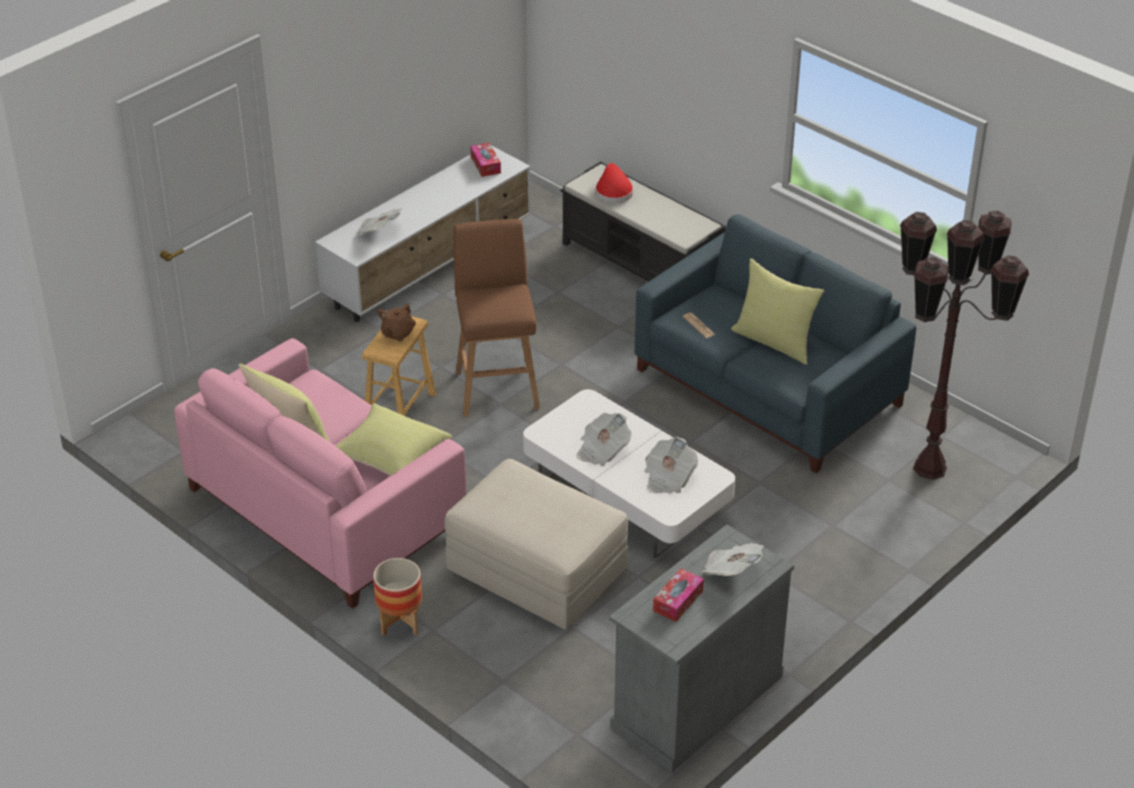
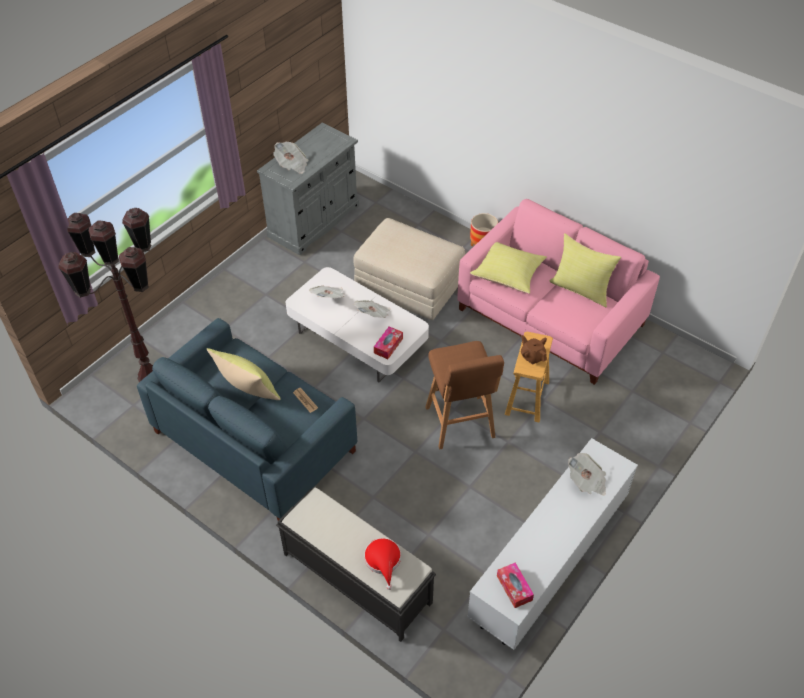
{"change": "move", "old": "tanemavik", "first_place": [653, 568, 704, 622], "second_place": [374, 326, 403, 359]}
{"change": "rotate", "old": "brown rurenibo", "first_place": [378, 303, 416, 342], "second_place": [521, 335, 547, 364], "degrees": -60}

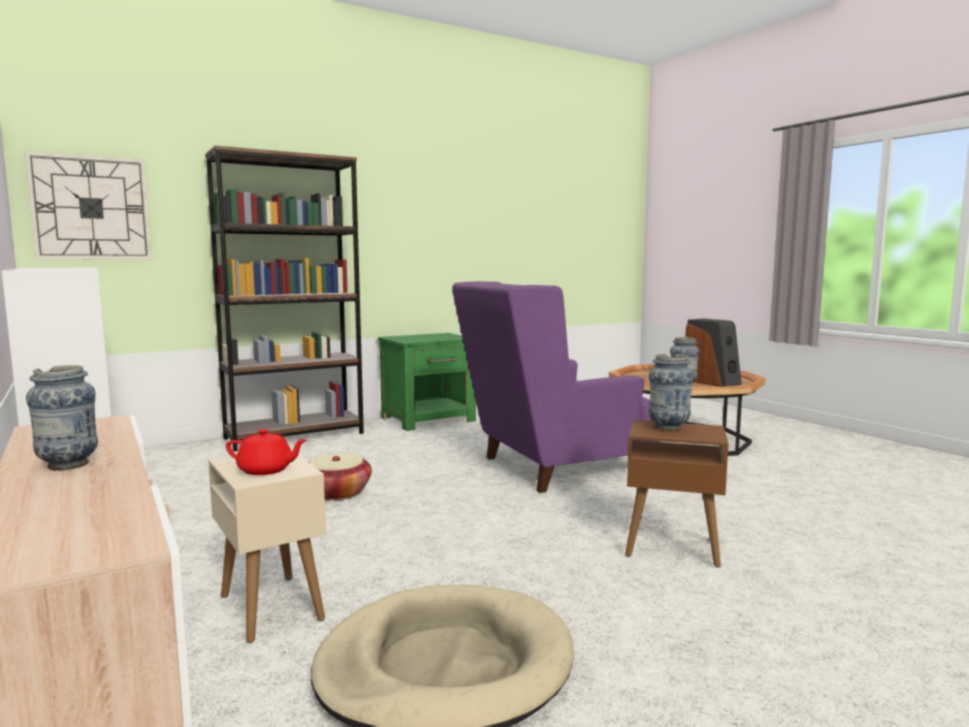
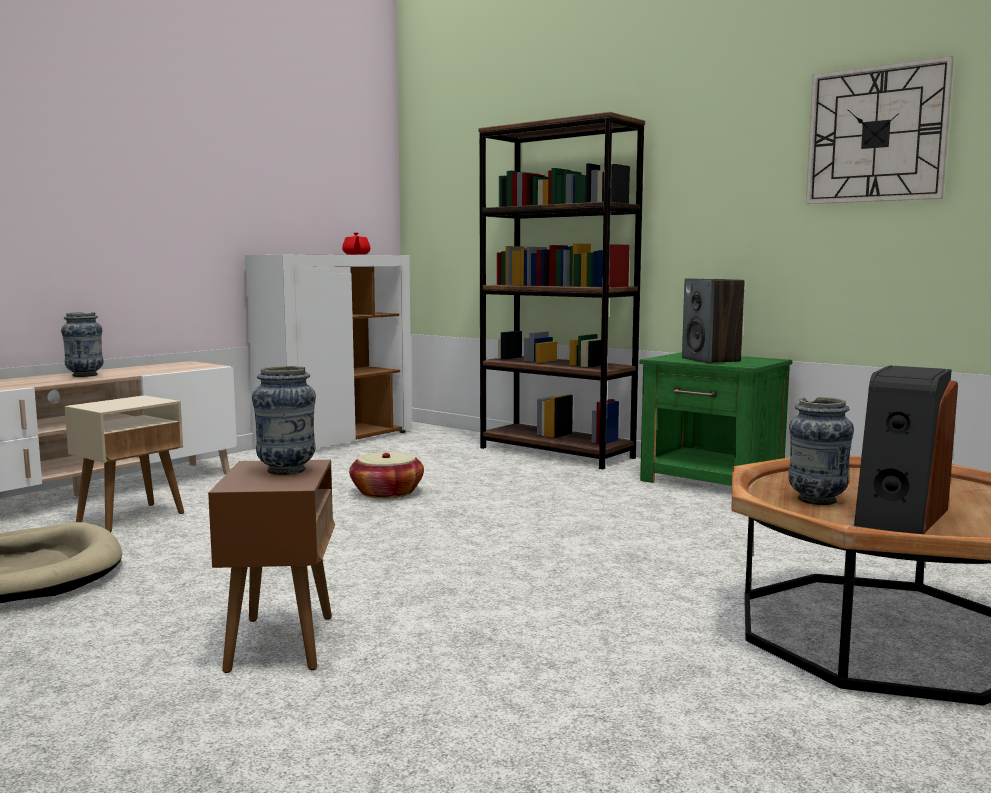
{"change": "move", "old": "red rurenibo", "first_place": [226, 429, 307, 475], "second_place": [342, 232, 370, 255]}
{"change": "insert", "new": "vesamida", "second_place": [682, 278, 745, 363]}
{"change": "move", "old": "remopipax", "first_place": [25, 151, 152, 259], "second_place": [806, 56, 954, 204]}
{"change": "delete", "old": "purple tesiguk", "first_place": [452, 281, 659, 493]}

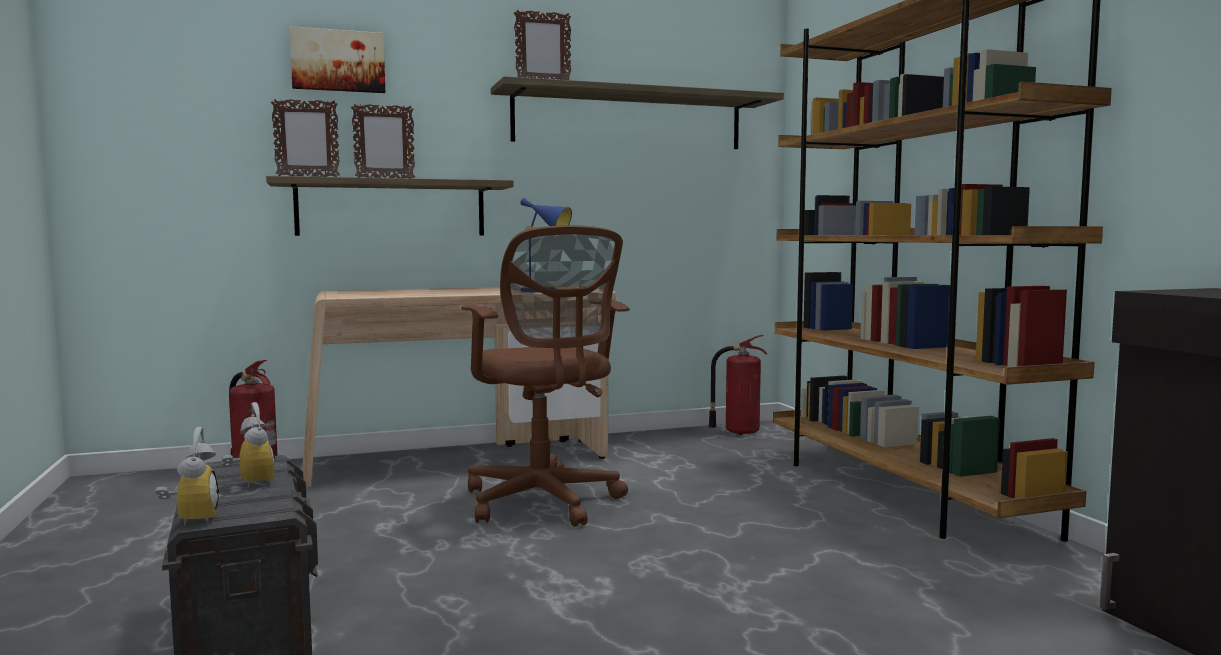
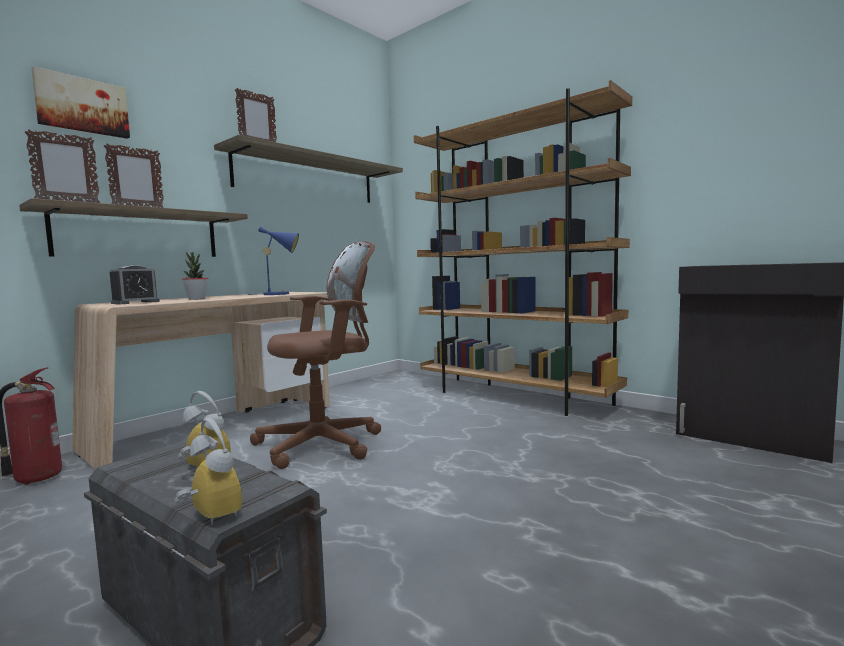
{"change": "insert", "new": "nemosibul", "second_place": [110, 265, 160, 304]}
{"change": "insert", "new": "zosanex", "second_place": [182, 252, 209, 300]}
{"change": "rotate", "old": "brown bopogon", "first_place": [461, 225, 630, 527], "second_place": [250, 241, 381, 469], "degrees": -60}
{"change": "delete", "old": "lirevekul", "first_place": [709, 335, 767, 435]}

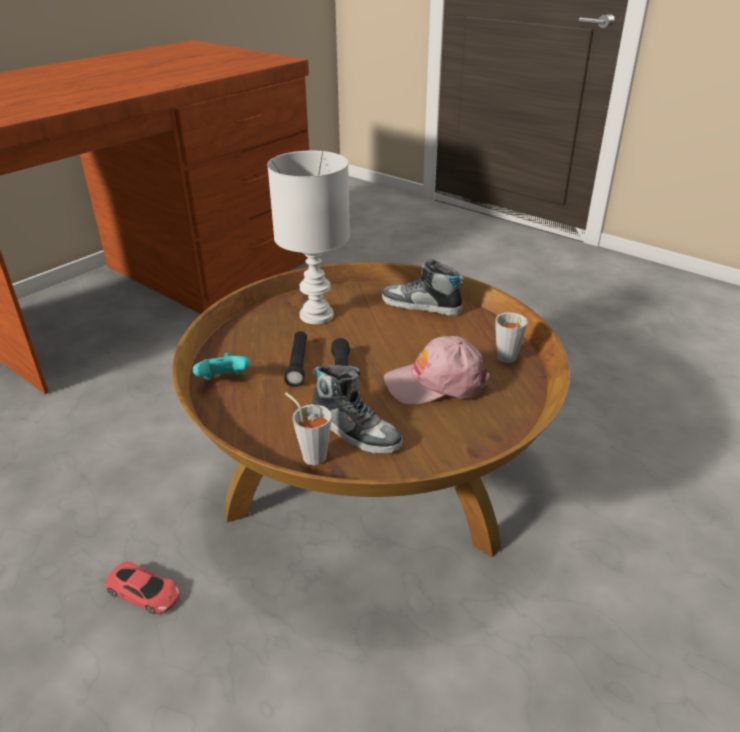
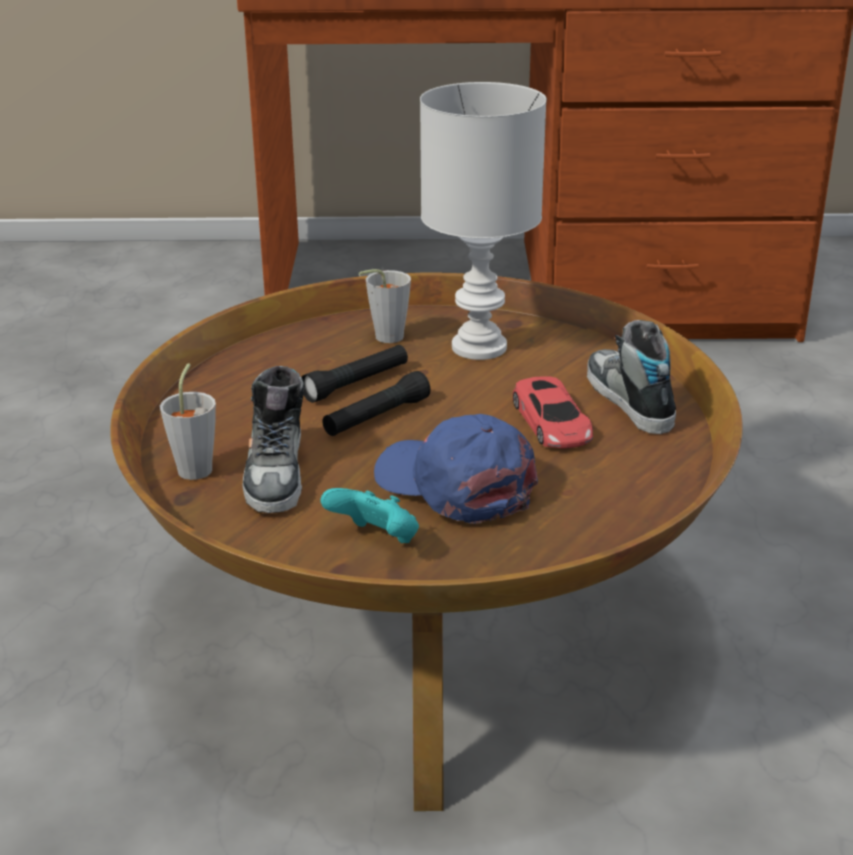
{"change": "move", "old": "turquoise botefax", "first_place": [193, 353, 250, 380], "second_place": [321, 488, 419, 543]}
{"change": "move", "old": "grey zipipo", "first_place": [496, 312, 528, 363], "second_place": [359, 269, 411, 343]}
{"change": "recolor", "old": "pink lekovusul", "new": "blue lekovusul", "first_place": [384, 336, 491, 405], "second_place": [374, 414, 538, 523]}
{"change": "move", "old": "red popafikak", "first_place": [106, 561, 181, 615], "second_place": [513, 376, 593, 448]}

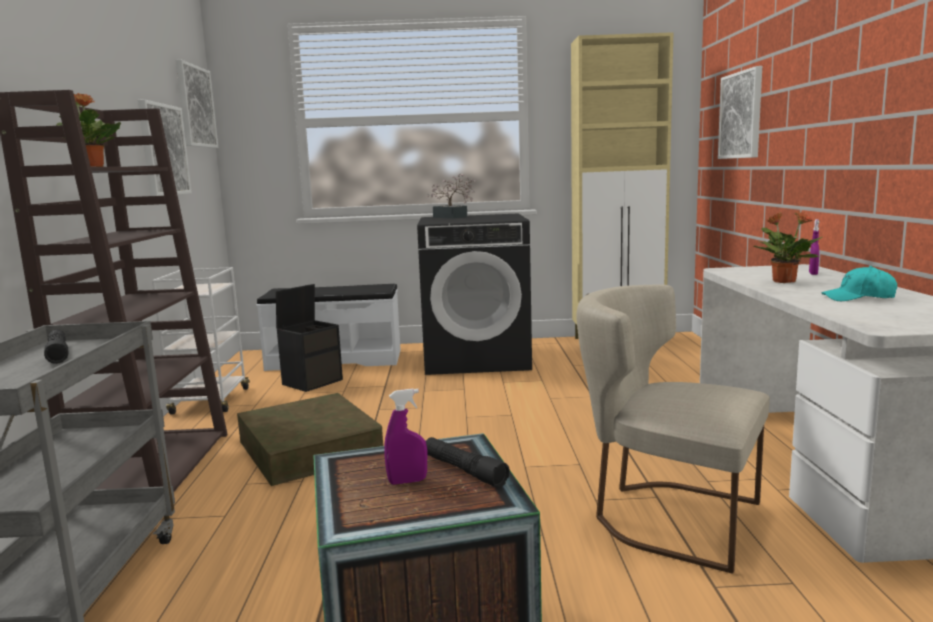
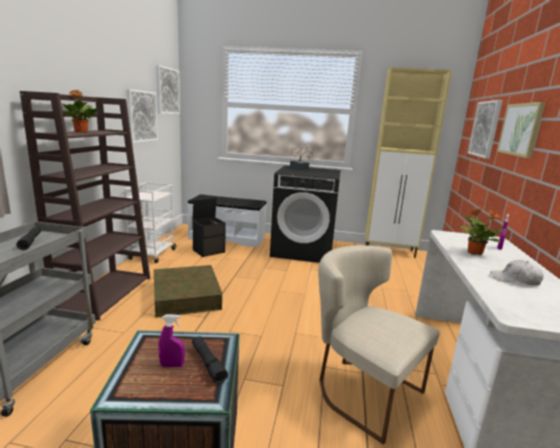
{"change": "recolor", "old": "turquoise lekovusul", "new": "white lekovusul", "first_place": [821, 266, 897, 301], "second_place": [490, 260, 544, 286]}
{"change": "insert", "new": "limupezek", "second_place": [497, 102, 545, 158]}

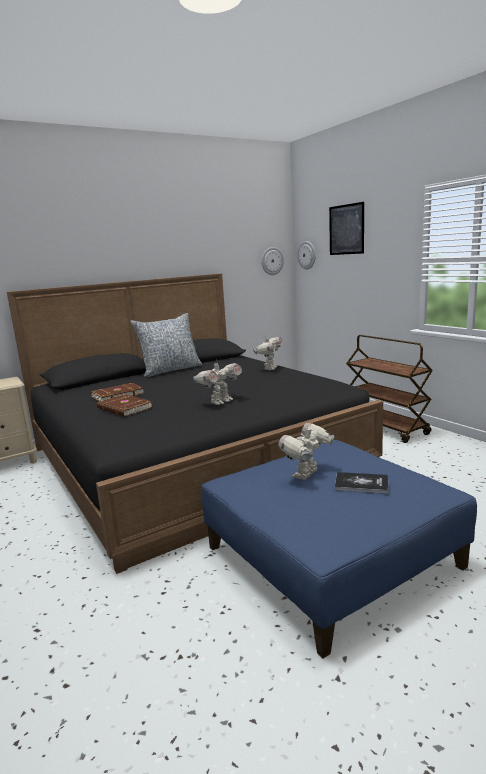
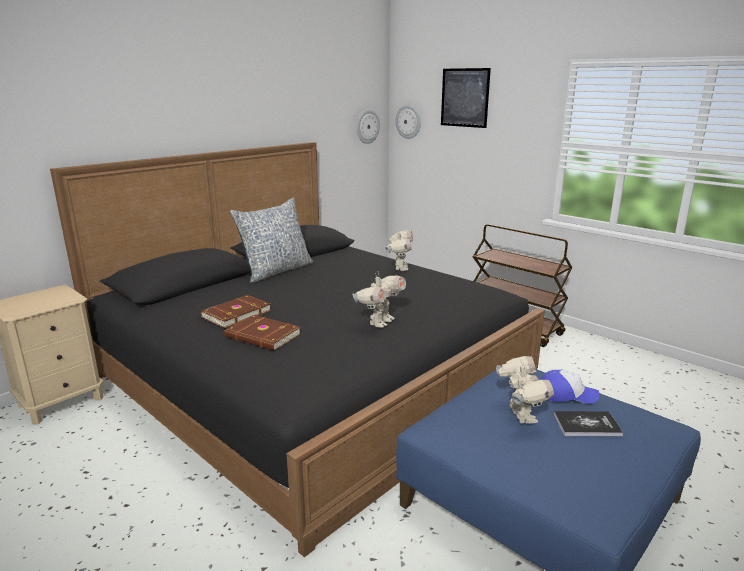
{"change": "rotate", "old": "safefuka", "first_place": [278, 423, 334, 480], "second_place": [496, 356, 554, 424], "degrees": 150}
{"change": "insert", "new": "lekovusul", "second_place": [541, 370, 599, 404]}

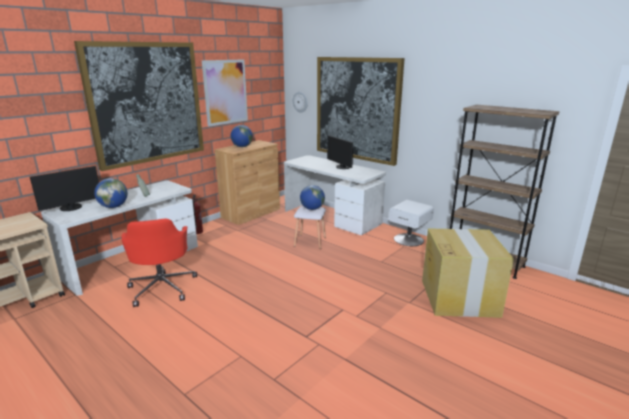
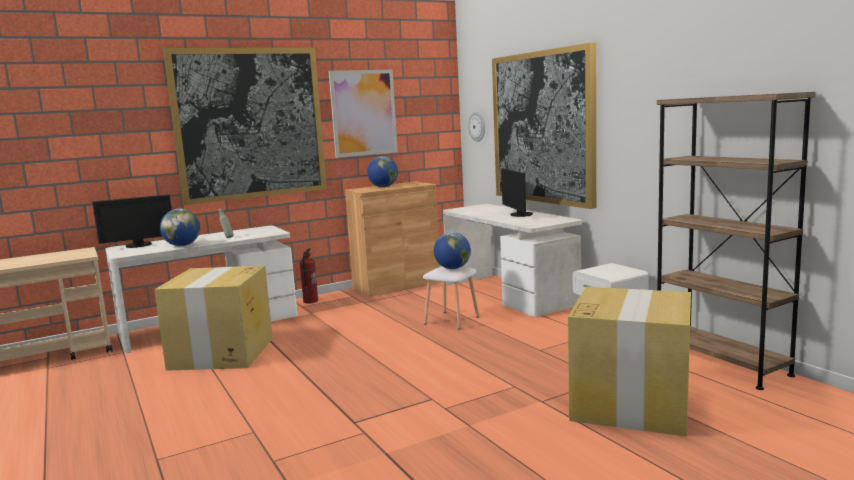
{"change": "replace", "old": "red bopogon", "new": "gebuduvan", "first_place": [122, 218, 197, 307], "second_place": [154, 265, 273, 371]}

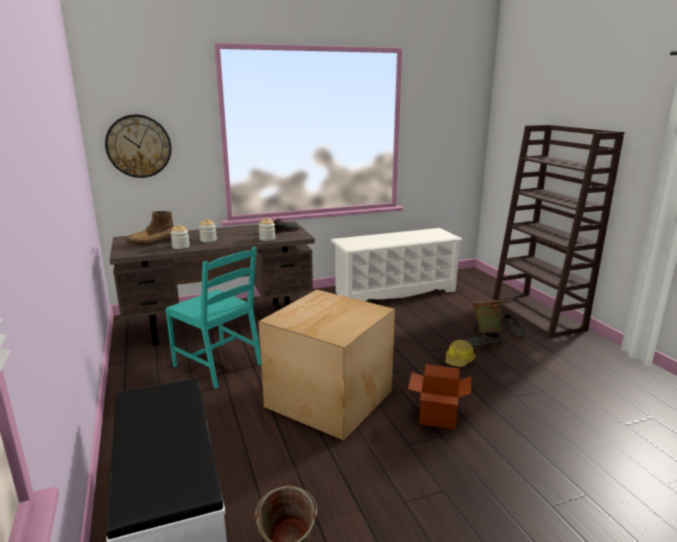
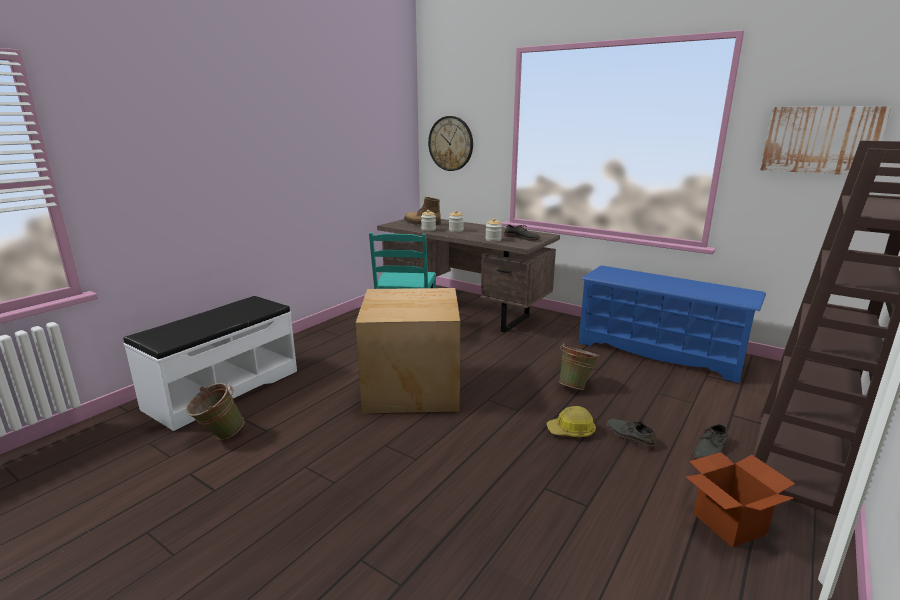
{"change": "move", "old": "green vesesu", "first_place": [472, 298, 504, 332], "second_place": [559, 343, 600, 390]}
{"change": "recolor", "old": "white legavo", "new": "blue legavo", "first_place": [330, 228, 463, 301], "second_place": [579, 265, 766, 383]}
{"change": "move", "old": "gebuduvan", "first_place": [408, 364, 471, 430], "second_place": [685, 452, 795, 548]}
{"change": "insert", "new": "limupezek", "second_place": [760, 106, 891, 175]}

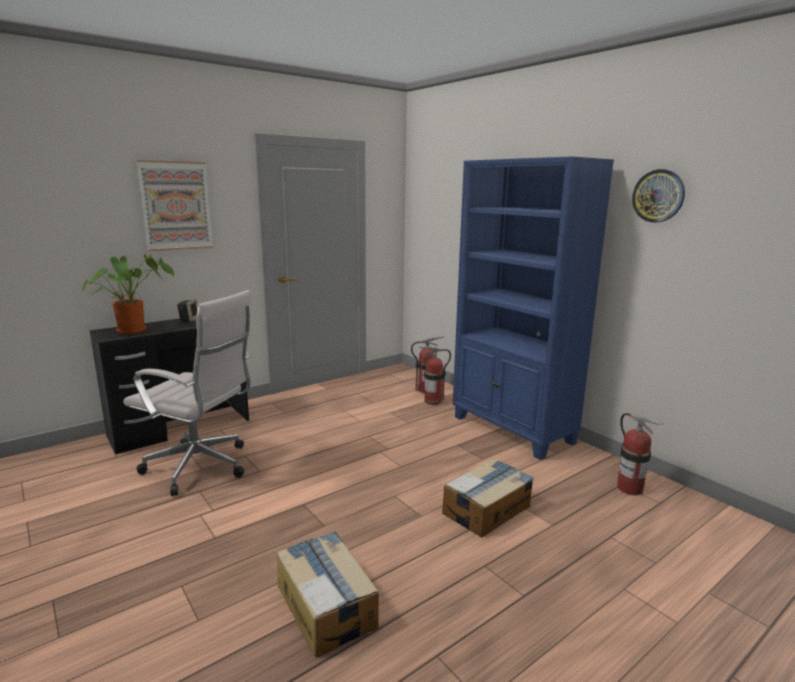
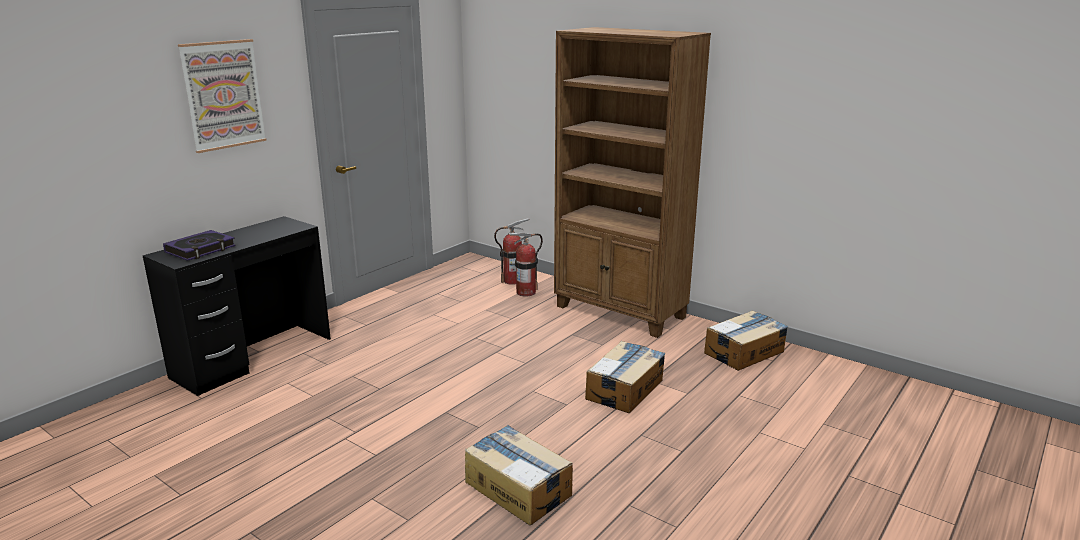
{"change": "replace", "old": "zosanex", "new": "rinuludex", "first_place": [82, 254, 174, 334], "second_place": [163, 230, 236, 261]}
{"change": "recolor", "old": "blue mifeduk", "new": "brown mifeduk", "first_place": [453, 156, 614, 460], "second_place": [554, 27, 711, 338]}
{"change": "replace", "old": "lirevekul", "new": "gebuduvan", "first_place": [617, 413, 663, 496], "second_place": [704, 310, 788, 371]}
{"change": "delete", "old": "white bopogon", "first_place": [123, 290, 252, 496]}
{"change": "delete", "old": "vesamida", "first_place": [177, 299, 197, 322]}
{"change": "delete", "old": "remopipax", "first_place": [632, 169, 685, 223]}

